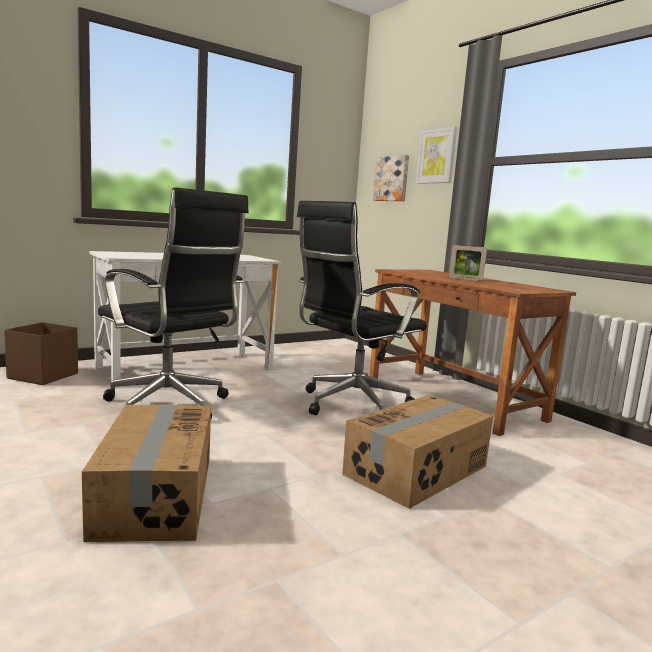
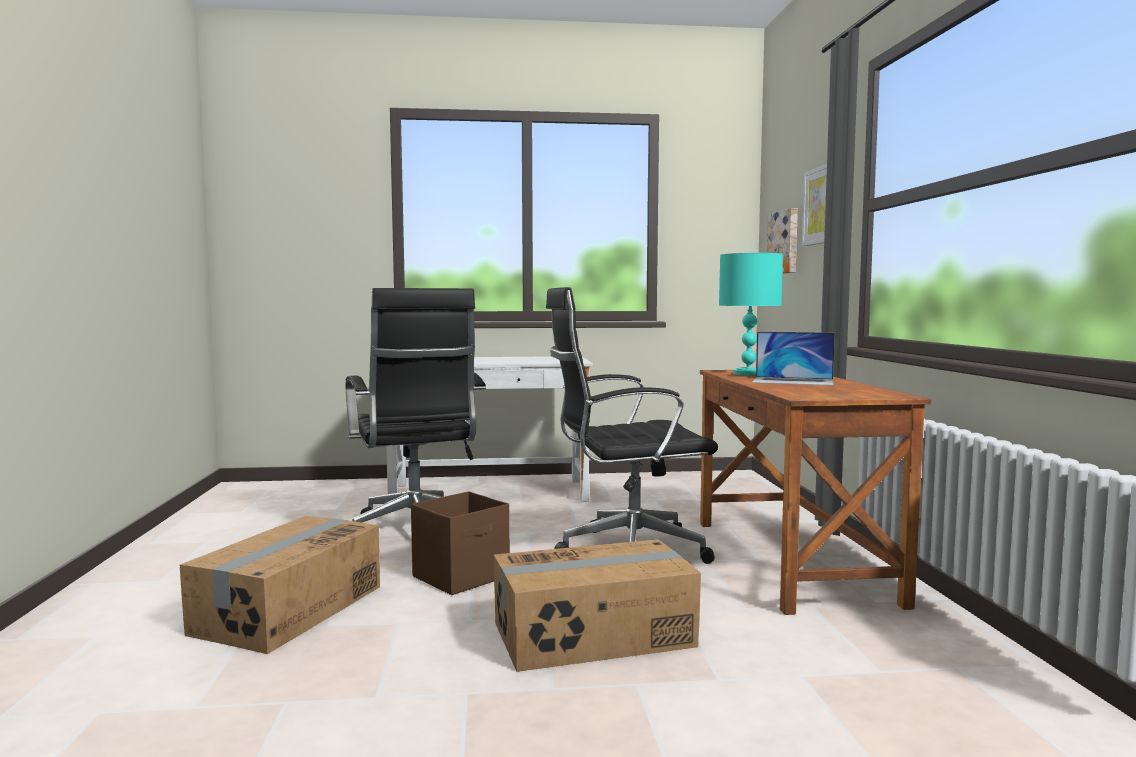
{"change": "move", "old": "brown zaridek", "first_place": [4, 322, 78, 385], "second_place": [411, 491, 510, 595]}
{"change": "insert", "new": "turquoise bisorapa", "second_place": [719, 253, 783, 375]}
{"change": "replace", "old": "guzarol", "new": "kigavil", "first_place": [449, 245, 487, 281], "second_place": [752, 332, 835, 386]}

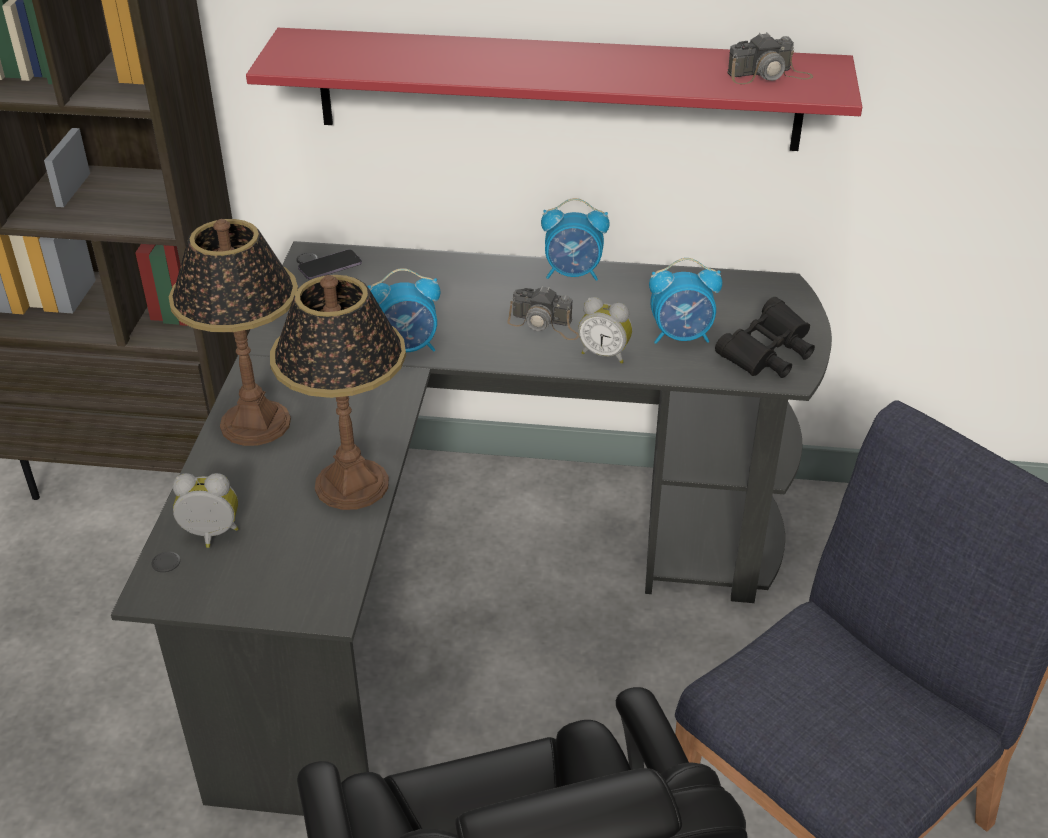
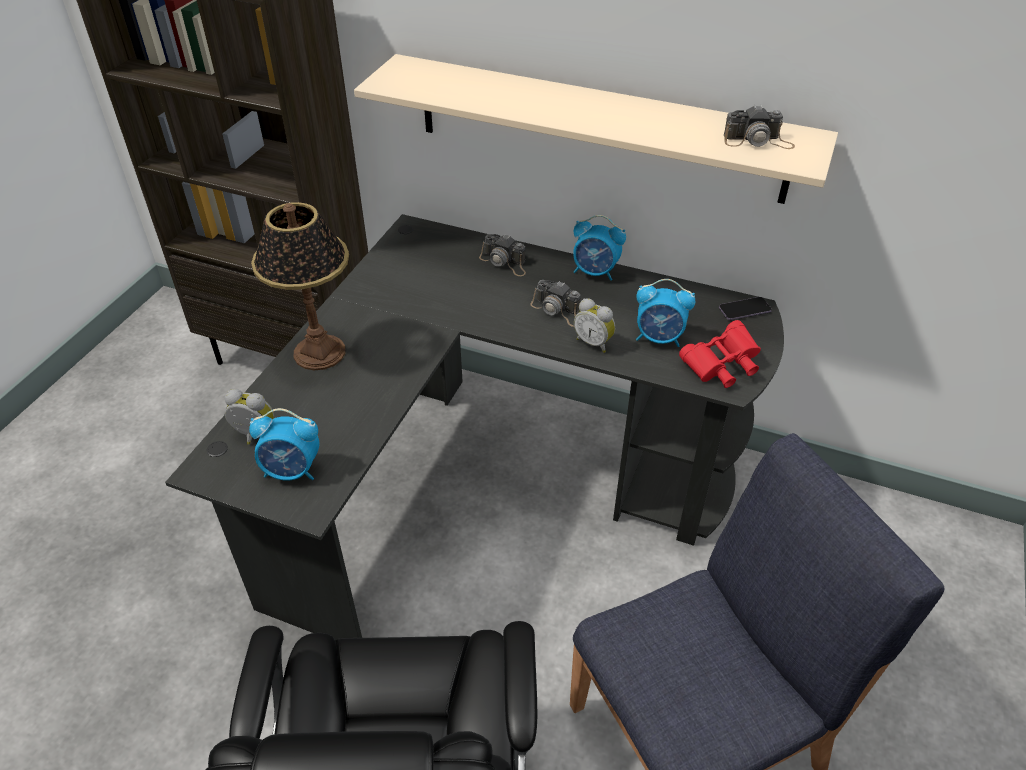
{"change": "move", "old": "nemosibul", "first_place": [368, 268, 440, 352], "second_place": [249, 408, 319, 481]}
{"change": "recolor", "old": "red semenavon", "new": "beige semenavon", "first_place": [246, 28, 862, 151], "second_place": [354, 54, 838, 204]}
{"change": "insert", "new": "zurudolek", "second_place": [479, 234, 526, 276]}
{"change": "recolor", "old": "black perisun", "new": "red perisun", "first_place": [715, 297, 815, 378], "second_place": [679, 320, 761, 388]}
{"change": "move", "old": "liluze", "first_place": [298, 249, 362, 280], "second_place": [719, 297, 772, 320]}
{"change": "delete", "old": "bisorapa", "first_place": [270, 275, 406, 510]}

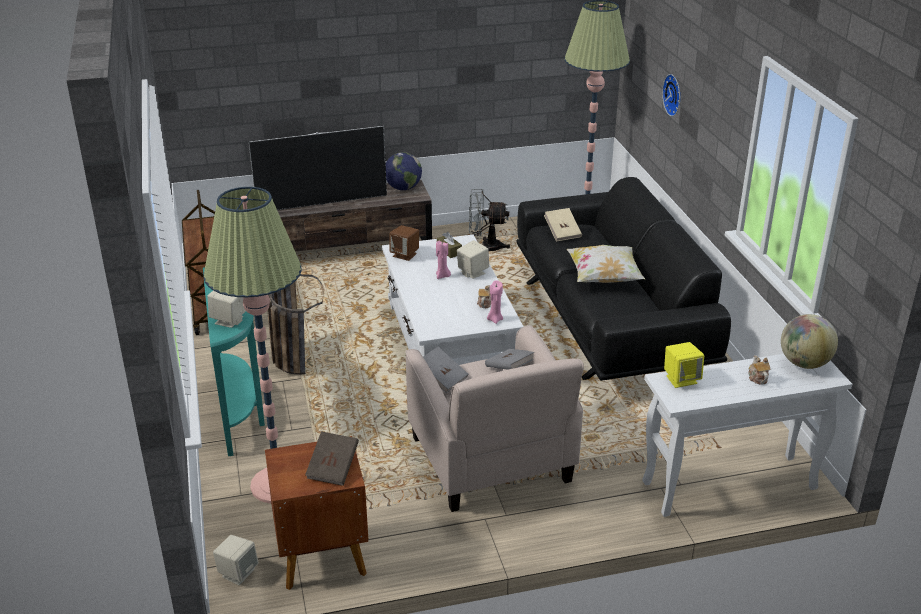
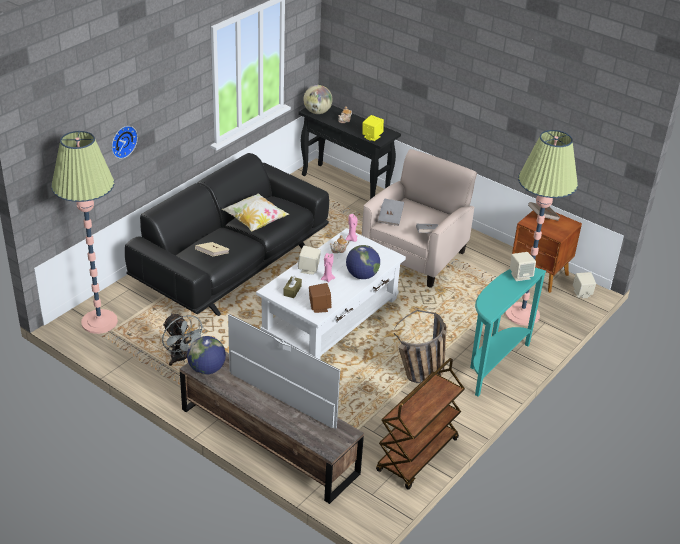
{"change": "recolor", "old": "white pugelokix", "new": "black pugelokix", "first_place": [642, 354, 852, 517], "second_place": [298, 105, 401, 199]}
{"change": "insert", "new": "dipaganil", "second_place": [346, 245, 380, 279]}

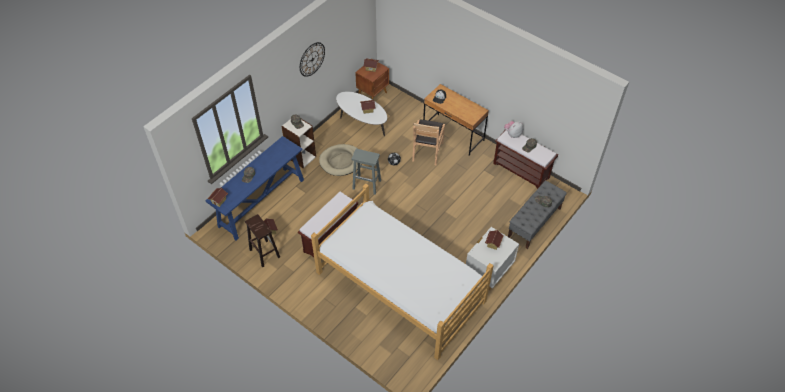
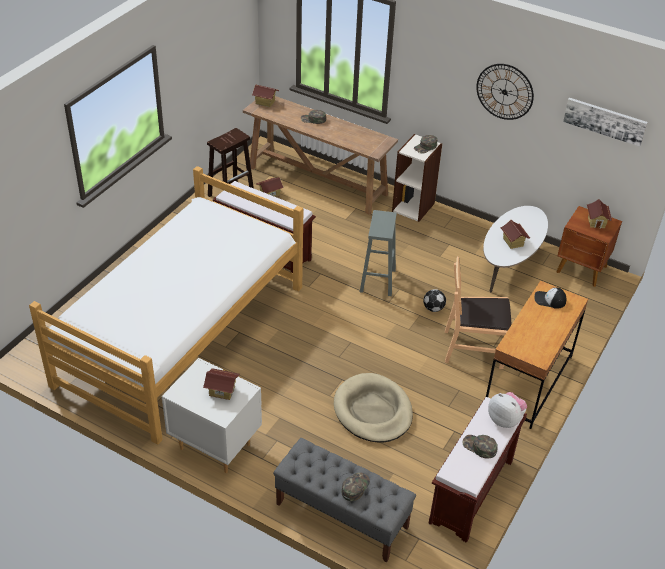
{"change": "recolor", "old": "blue pugelokix", "new": "brown pugelokix", "first_place": [205, 136, 304, 240], "second_place": [243, 96, 398, 215]}
{"change": "move", "old": "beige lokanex", "first_place": [319, 144, 362, 176], "second_place": [334, 373, 413, 442]}
{"change": "insert", "new": "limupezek", "second_place": [563, 98, 648, 147]}

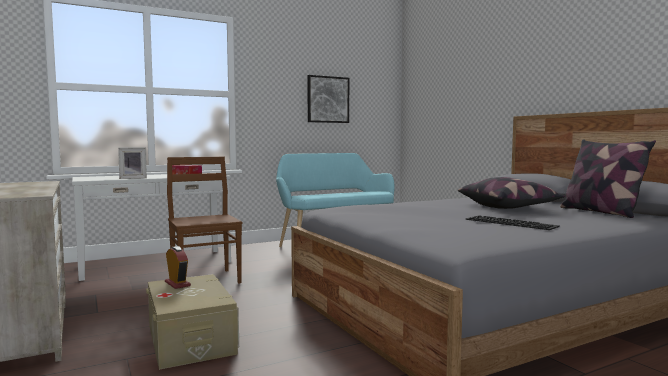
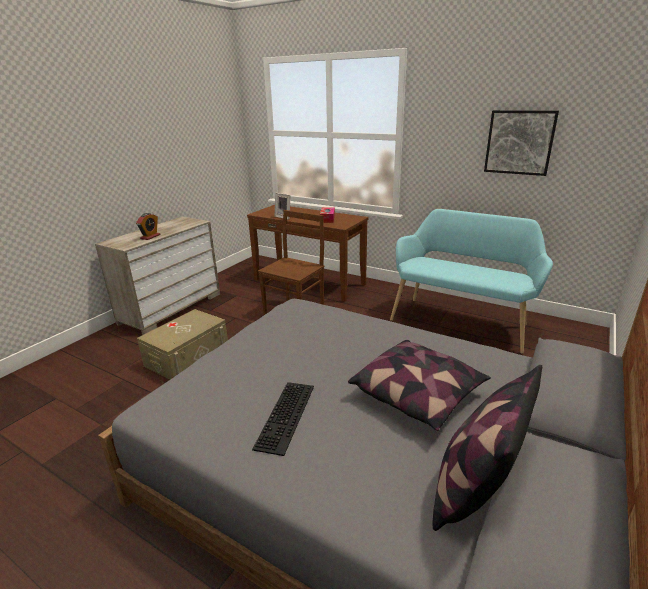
{"change": "move", "old": "nemosibul", "first_place": [165, 246, 191, 289], "second_place": [136, 213, 161, 240]}
{"change": "recolor", "old": "white pugelokix", "new": "brown pugelokix", "first_place": [72, 173, 231, 281], "second_place": [247, 205, 368, 302]}

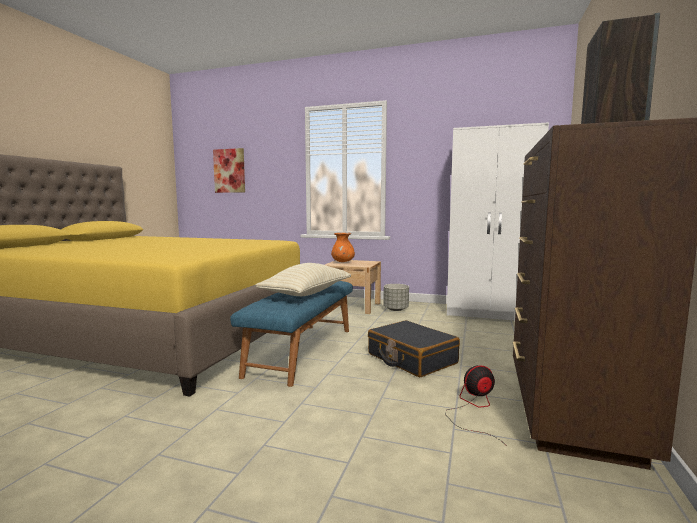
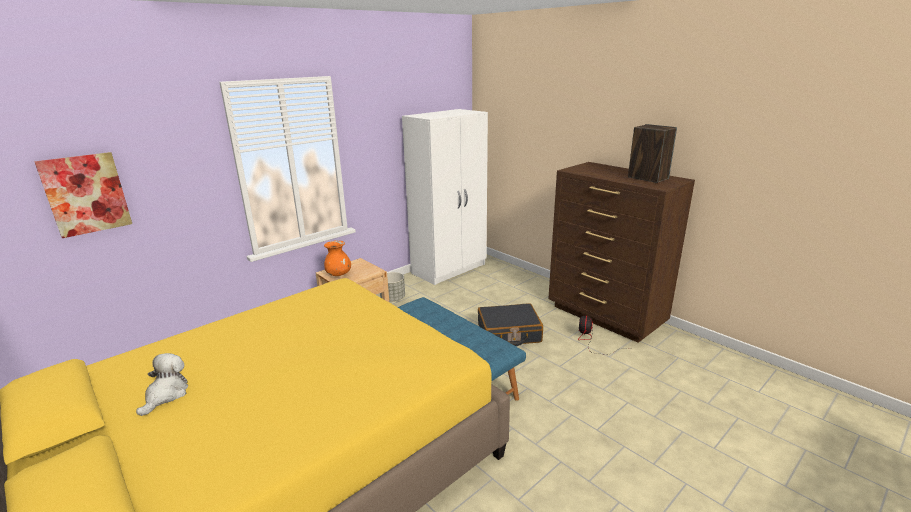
{"change": "insert", "new": "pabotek", "second_place": [136, 353, 188, 416]}
{"change": "delete", "old": "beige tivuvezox", "first_place": [255, 263, 351, 296]}

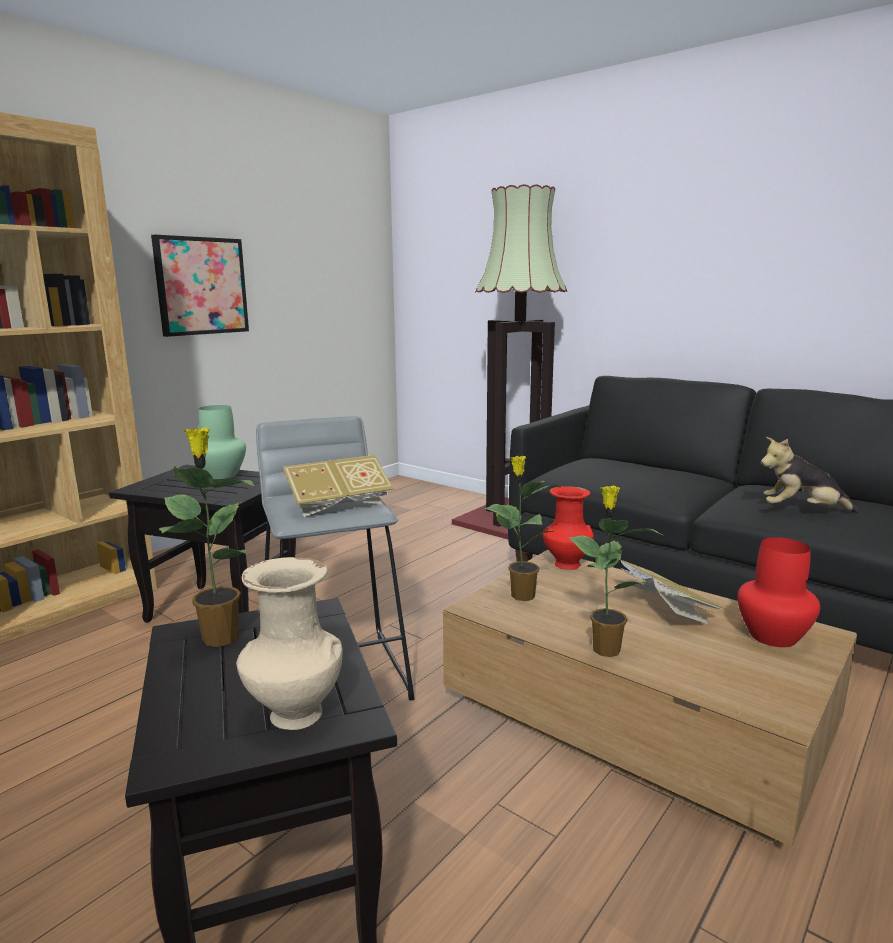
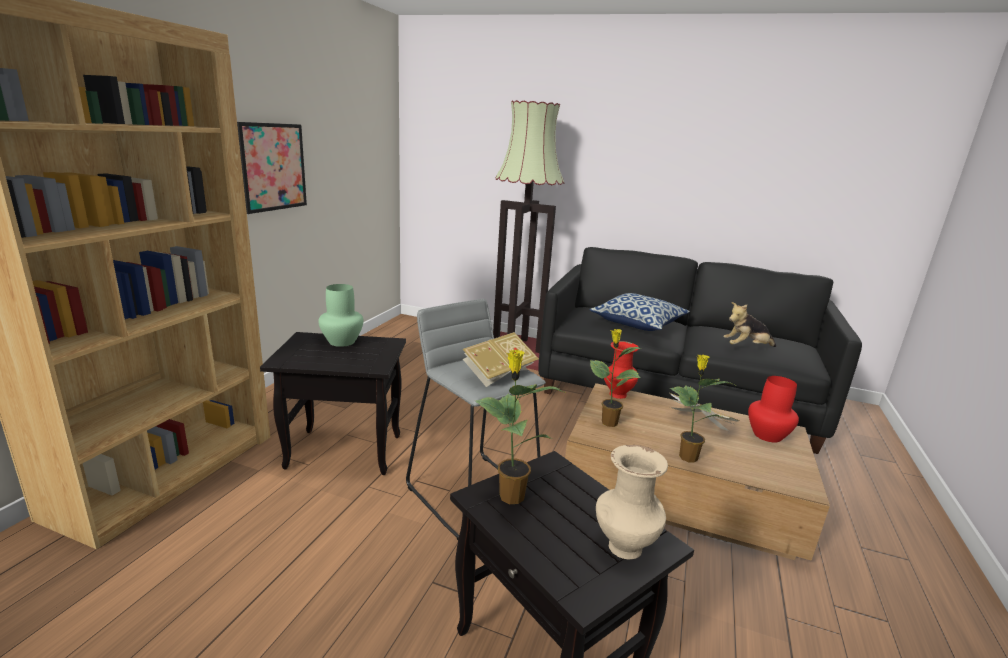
{"change": "insert", "new": "tivuvezox", "second_place": [590, 293, 690, 331]}

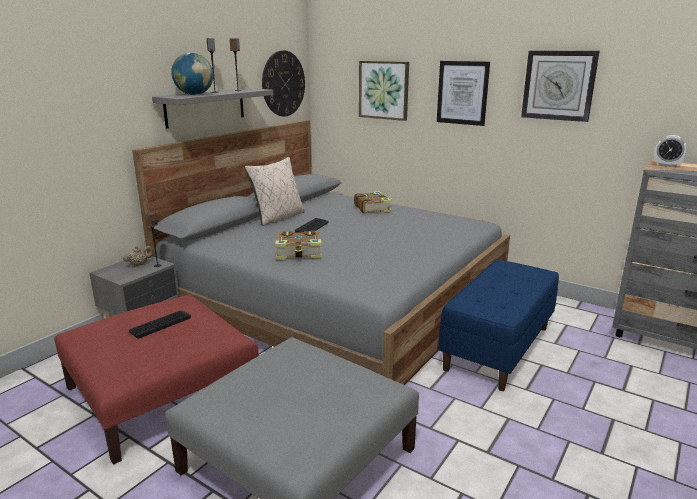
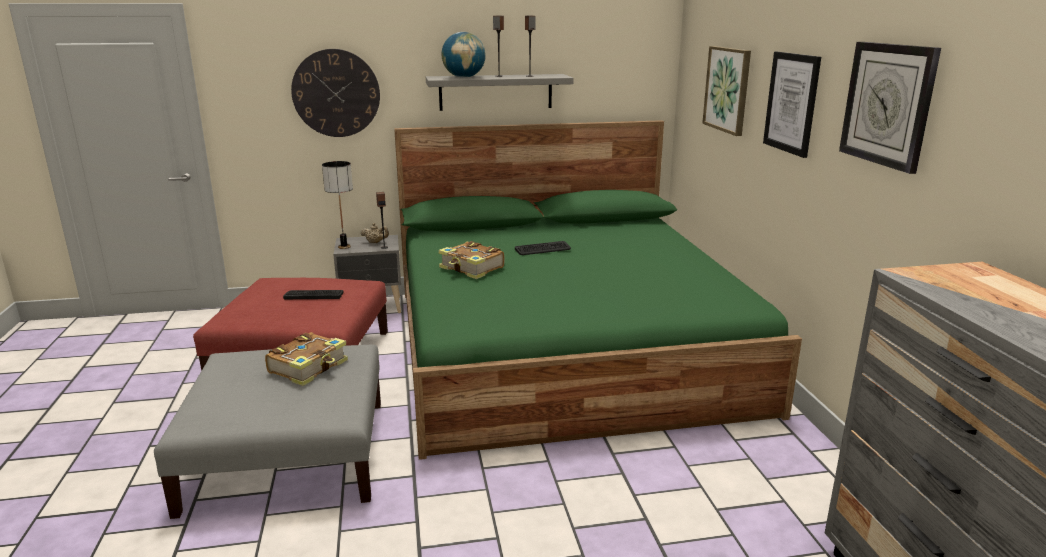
{"change": "move", "old": "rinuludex", "first_place": [354, 191, 392, 214], "second_place": [265, 332, 348, 386]}
{"change": "move", "old": "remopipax", "first_place": [262, 50, 305, 116], "second_place": [291, 49, 380, 137]}
{"change": "insert", "new": "bisorapa", "second_place": [322, 161, 353, 249]}
{"change": "recolor", "old": "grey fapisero", "new": "green fapisero", "first_place": [132, 120, 510, 385], "second_place": [394, 120, 802, 460]}
{"change": "delete", "old": "beige tivuvezox", "first_place": [245, 157, 305, 226]}
{"change": "delete", "old": "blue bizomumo", "first_place": [438, 259, 559, 391]}
{"change": "delete", "old": "nemosibul", "first_place": [654, 135, 687, 167]}

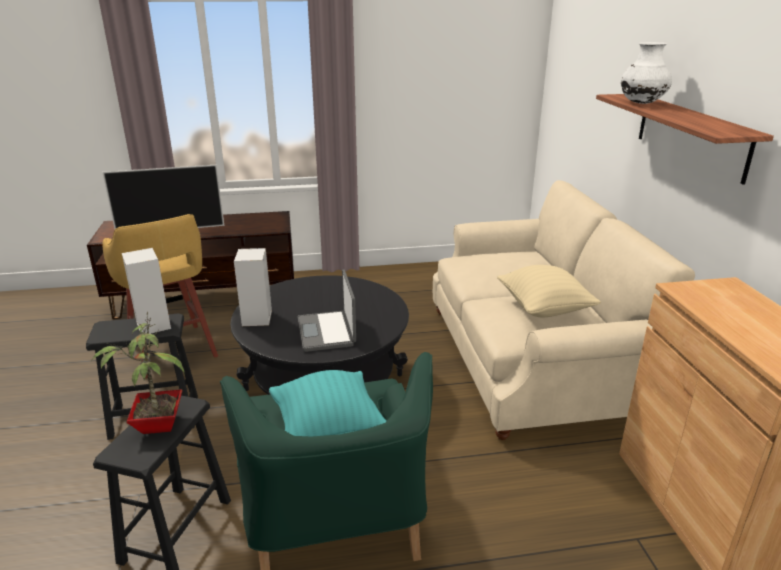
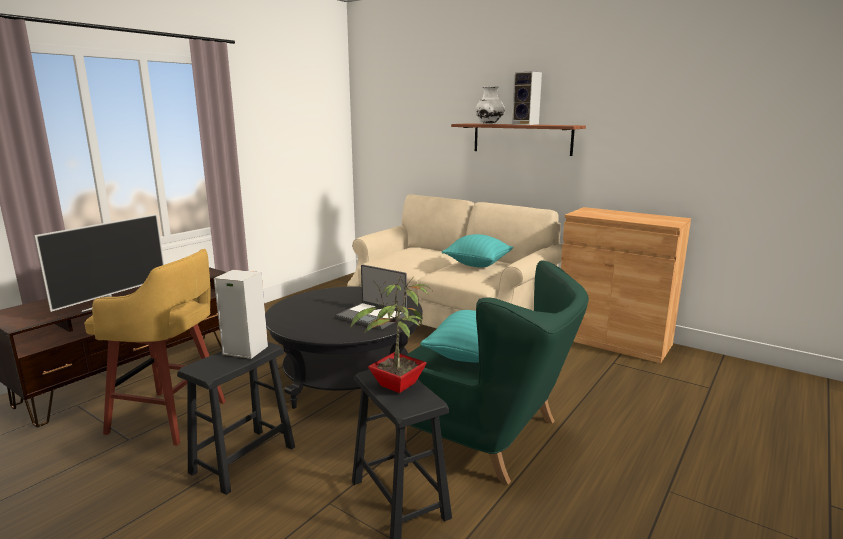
{"change": "recolor", "old": "beige tivuvezox", "new": "turquoise tivuvezox", "first_place": [497, 265, 601, 317], "second_place": [442, 234, 513, 268]}
{"change": "move", "old": "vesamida", "first_place": [234, 248, 272, 326], "second_place": [512, 71, 542, 125]}

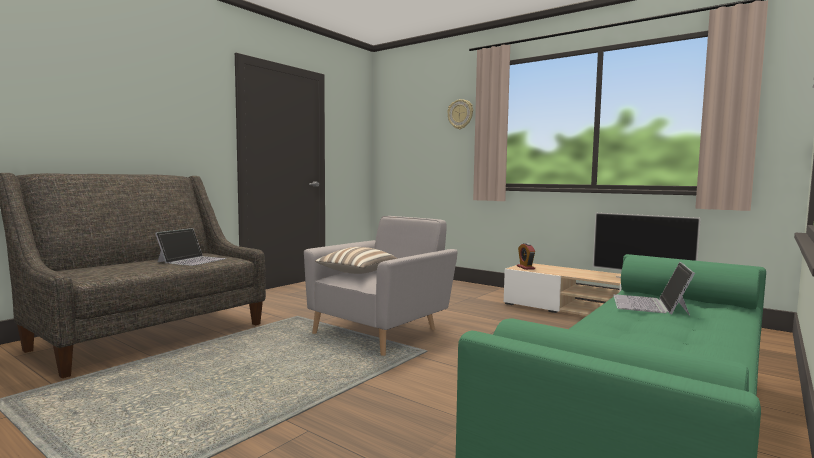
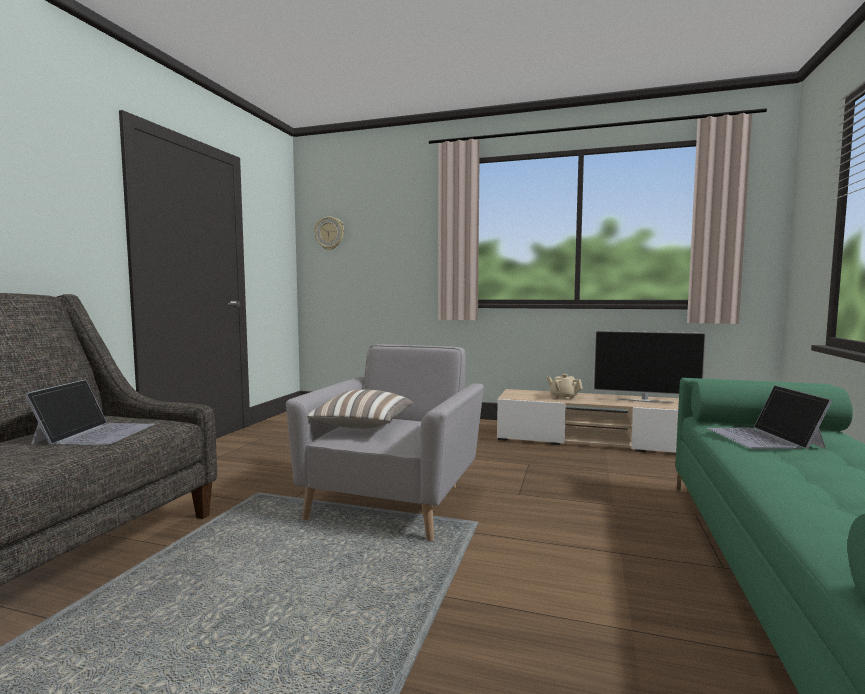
{"change": "move", "old": "remopipax", "first_place": [447, 99, 473, 129], "second_place": [314, 216, 344, 250]}
{"change": "insert", "new": "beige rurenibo", "second_place": [547, 374, 583, 400]}
{"change": "delete", "old": "nemosibul", "first_place": [517, 243, 535, 270]}

